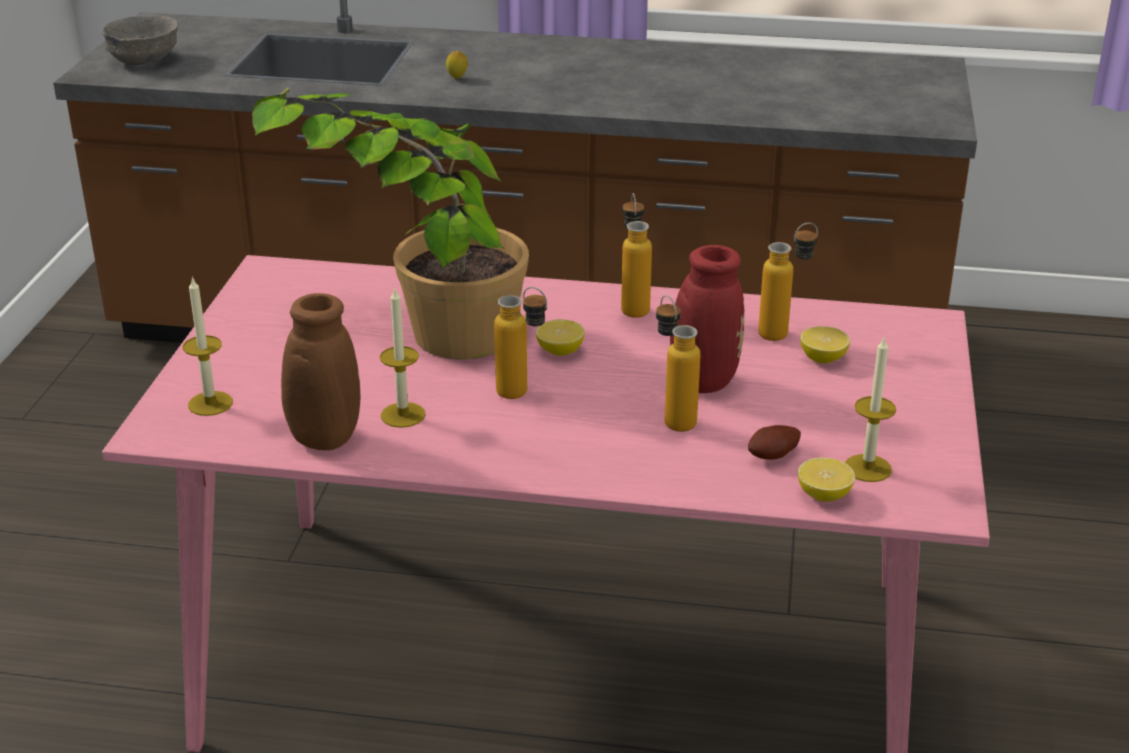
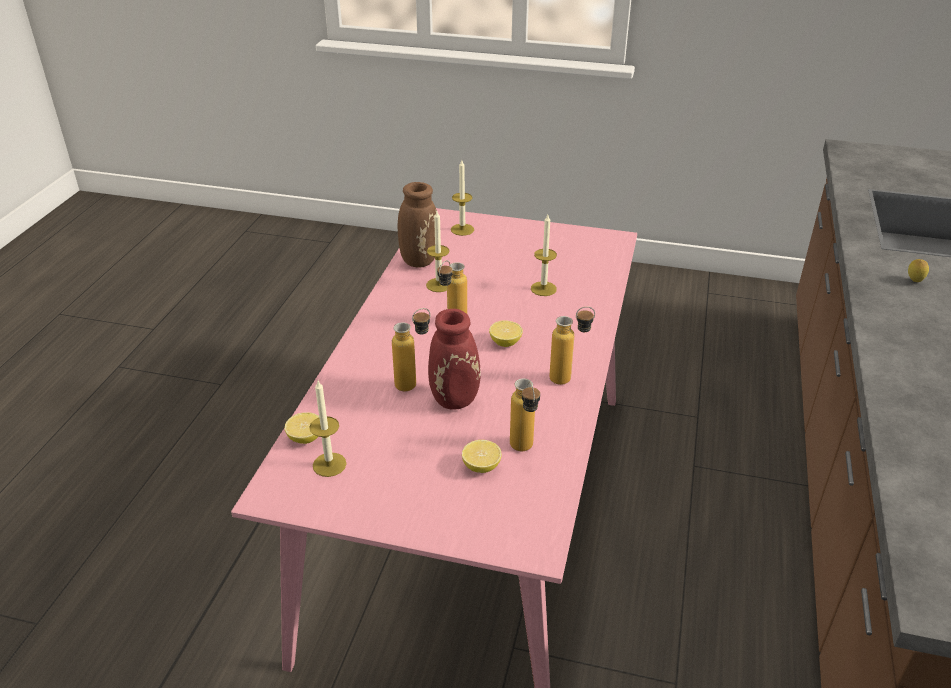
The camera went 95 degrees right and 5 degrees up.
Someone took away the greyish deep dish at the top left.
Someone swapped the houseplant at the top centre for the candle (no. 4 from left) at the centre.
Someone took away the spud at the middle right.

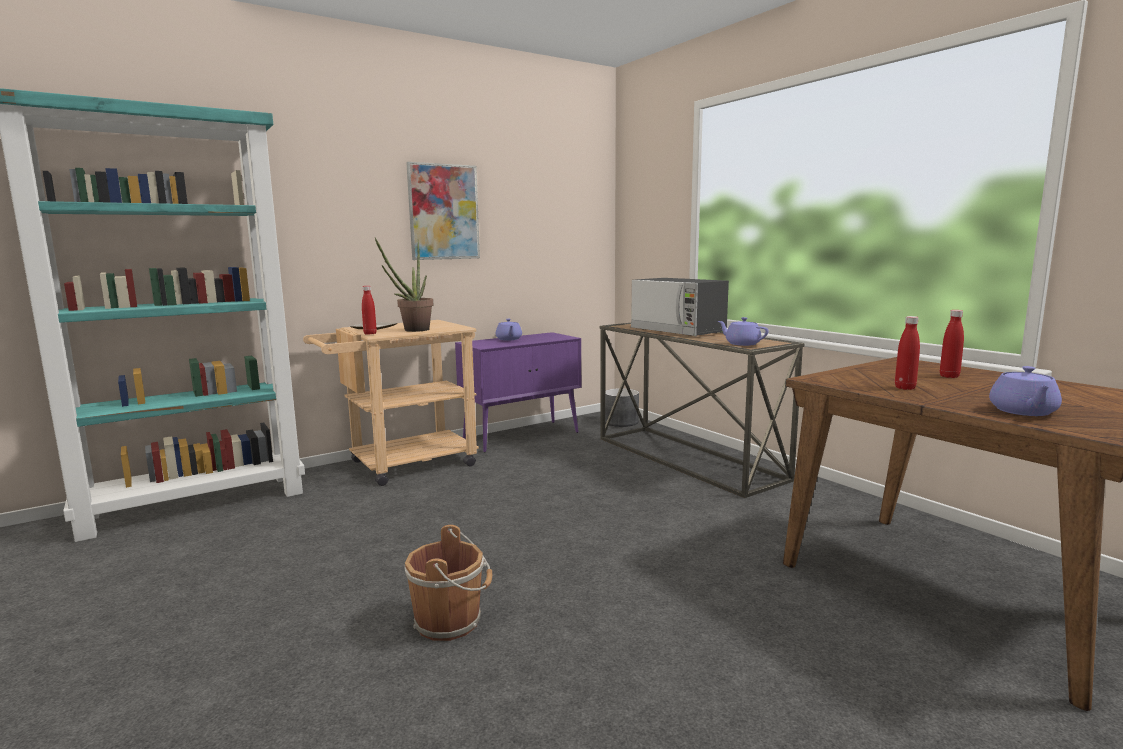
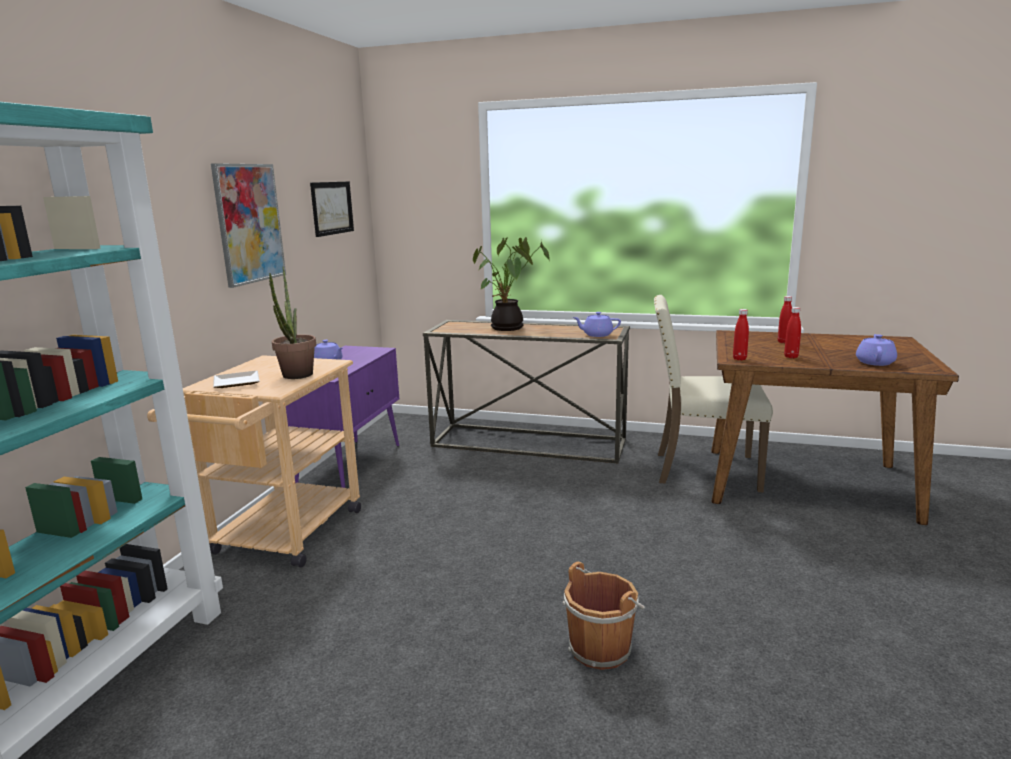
The camera went 40 degrees left and 5 degrees up.
Someone carried the red drink bottle (no. 1 from left) from the middle left to the middle right.
Someone took away the greyish flower pot at the centre.
Someone swapped the microwave oven at the centre for the houseplant (no. 2 from left) at the centre.
Someone rotated the purple-coloured tea pot (no. 3 from left) at the middle right by 135 degrees counterclockwise.
Someone put up the wall art (no. 2 from left) at the top left.
Someone put down the beige chair at the middle right.

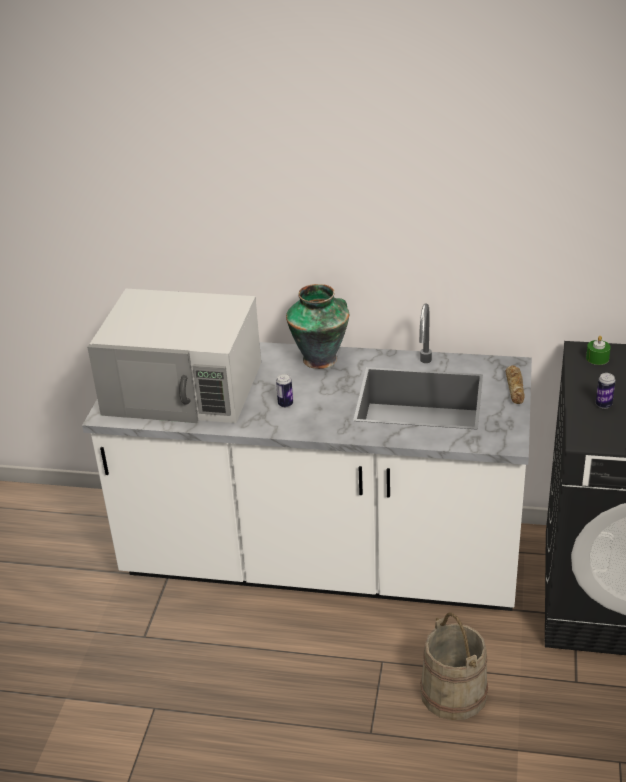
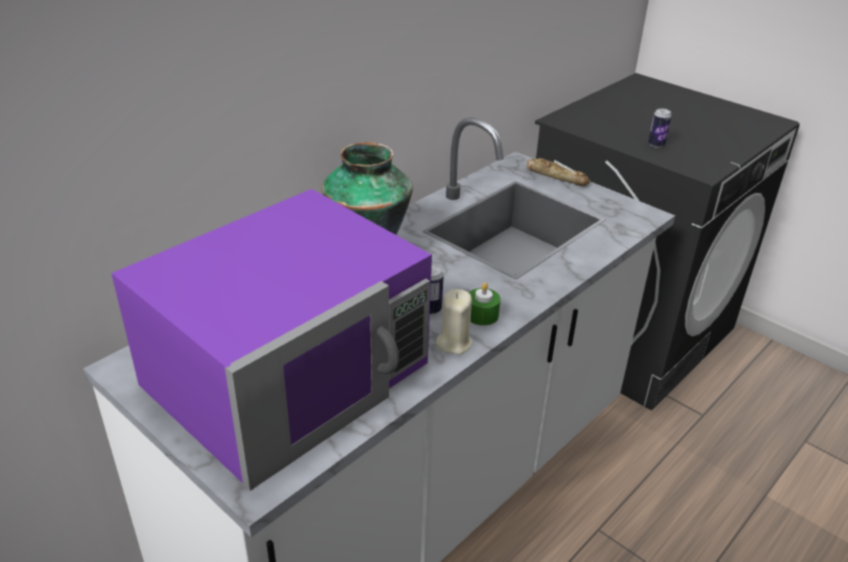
The camera went 60 degrees left and 0 degrees up.
Someone repainted the white-coloured microwave oven at the middle left, which became the purple-coloured microwave oven at the middle left.
Someone took away the beige pail at the bottom right.
Someone carried the greenish candle from the middle right to the centre.
Someone put down the beige candle at the centre.

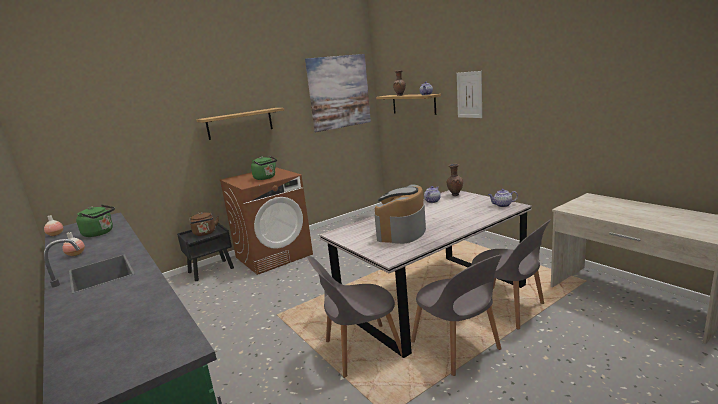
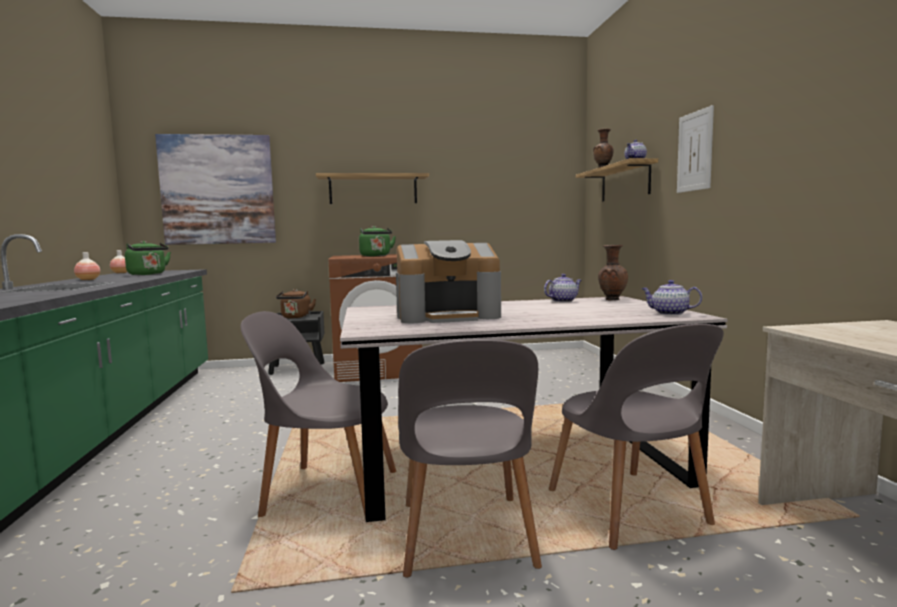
The camera went 25 degrees right and 10 degrees down.
Someone carried the wall art (no. 1 from left) from the top centre to the top left.
Someone rotated the coffee maker at the centre by 150 degrees counterclockwise.

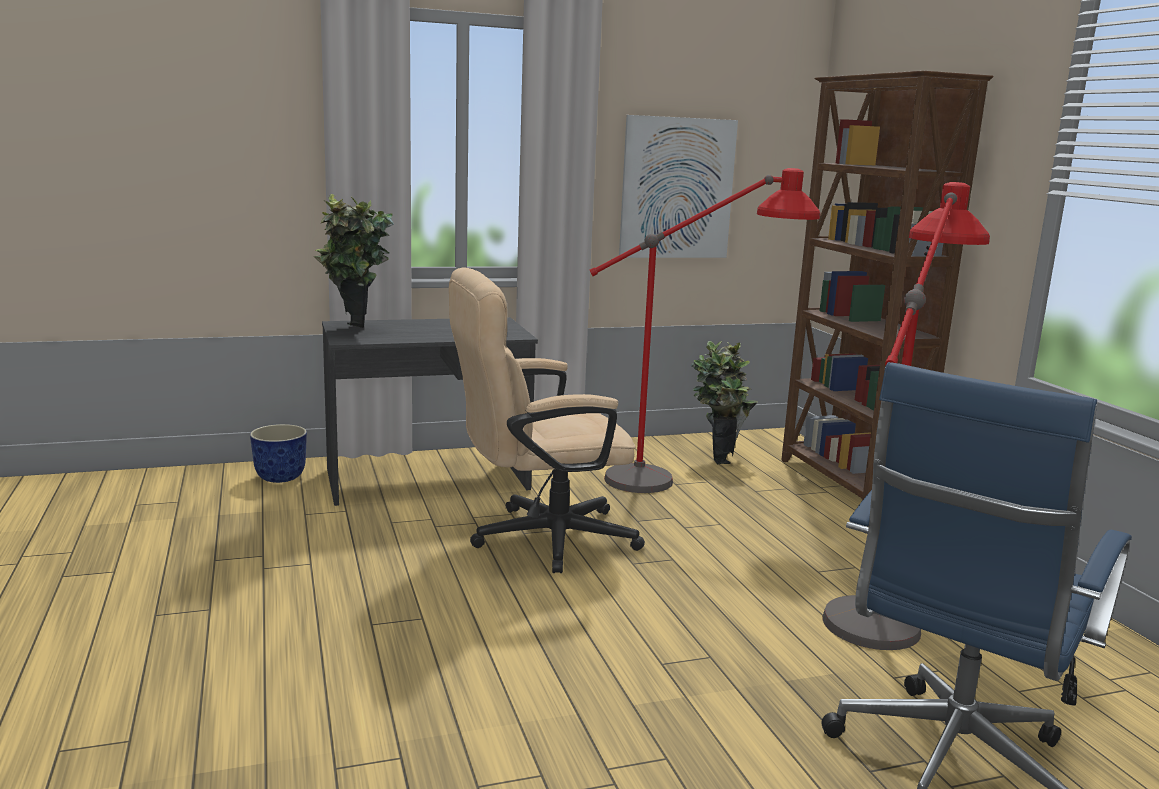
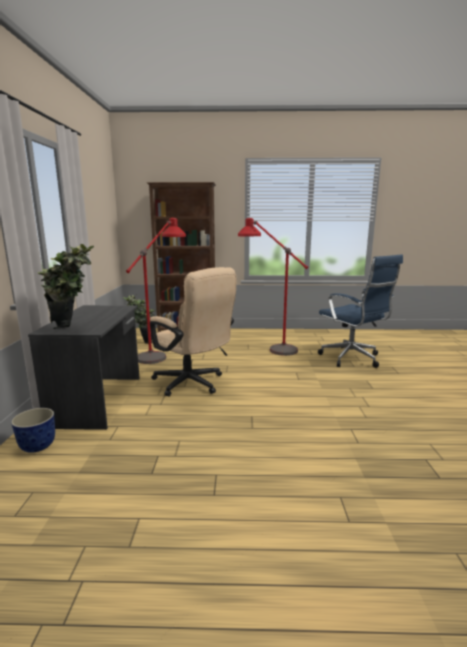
The camera went 70 degrees left and 0 degrees up.
Someone rotated the beige desk chair at the centre by 45 degrees counterclockwise.
Someone took away the wall art at the top centre.

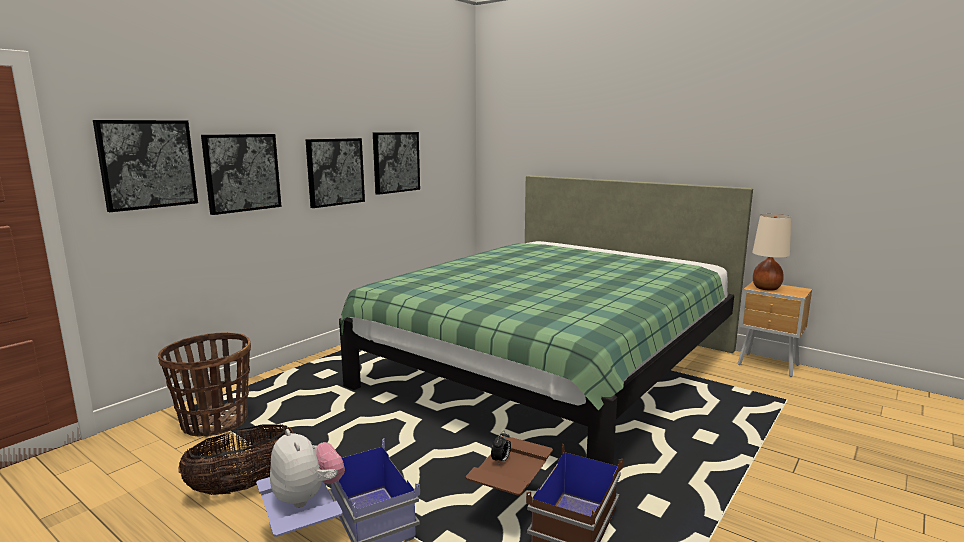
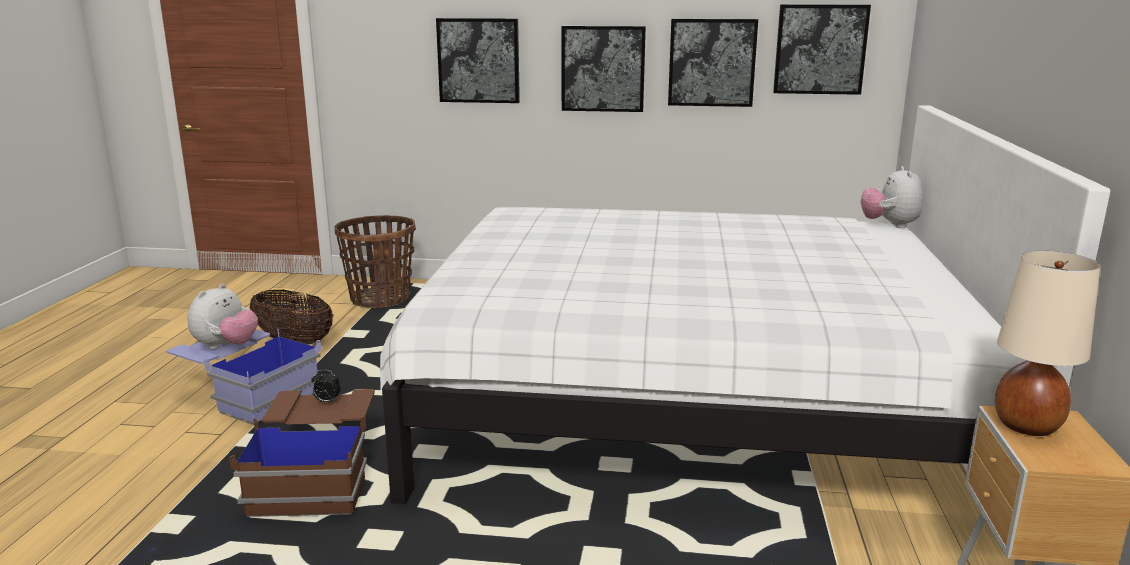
The camera went 60 degrees right and 5 degrees up.
Someone carried the wall art (no. 1 from left in the first image) from the top left to the top right.
Someone repainted the greenish sleeping bed at the centre, which became the white-coloured sleeping bed at the centre.
Someone put down the plush toy (no. 2 from left) at the middle right.

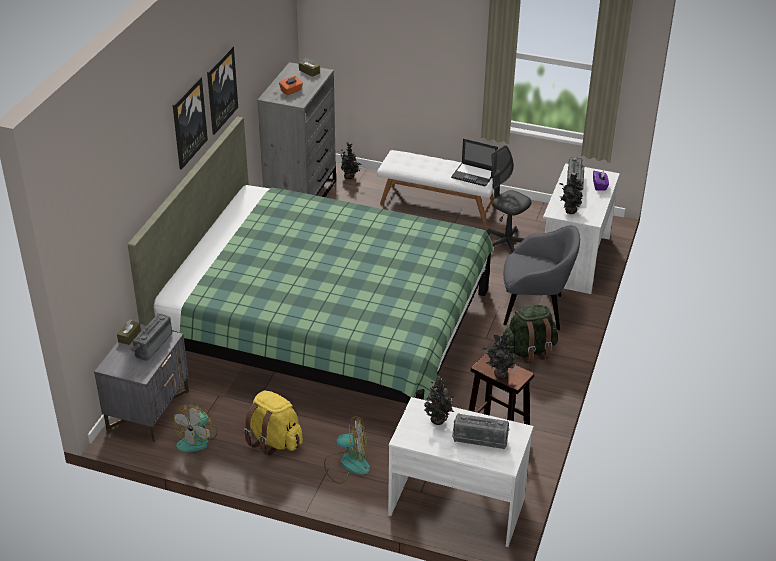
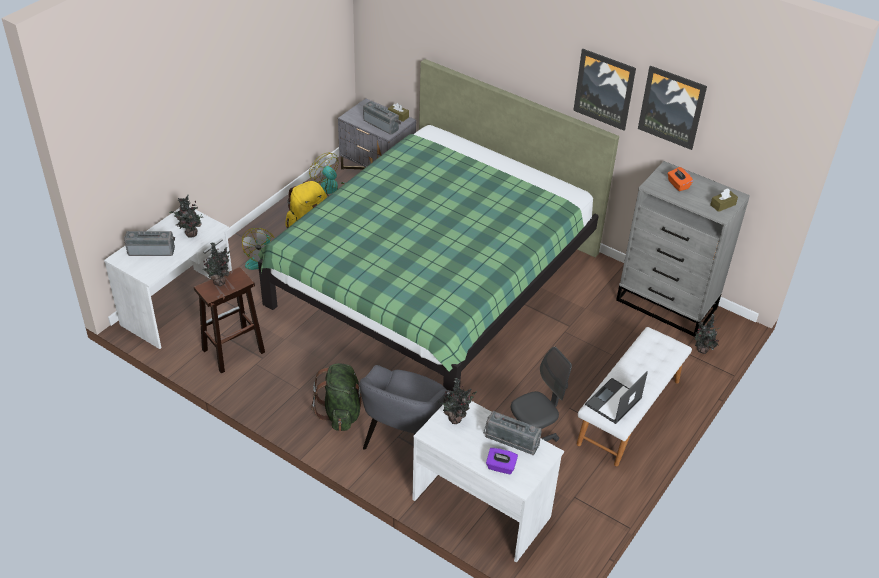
The camera went 105 degrees right and 5 degrees up.
Someone carried the wall art (no. 1 from left in the first image) from the top left to the top right.
Someone rotated the radio set (no. 2 from left in the first image) at the bottom centre by 60 degrees clockwise.

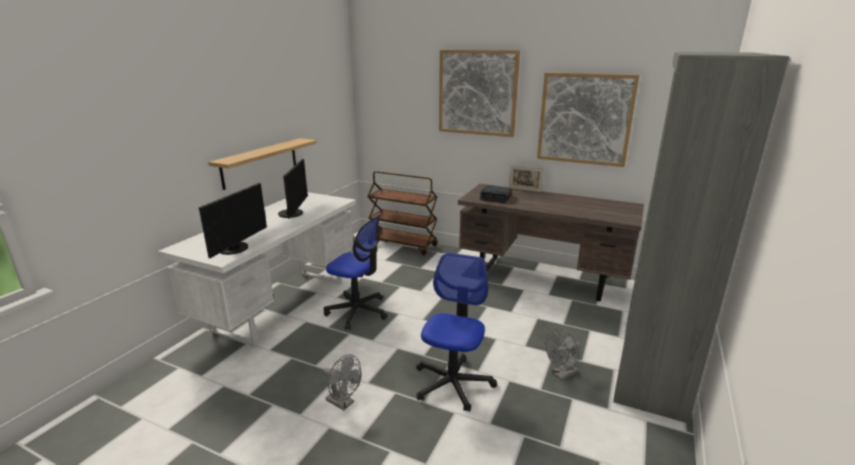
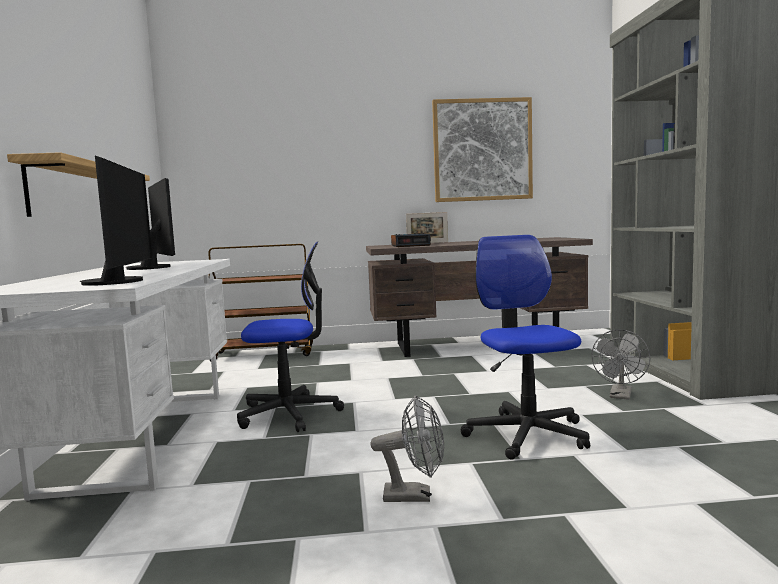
The camera went 30 degrees left and 15 degrees down.
Someone took away the wall art (no. 1 from left) at the top centre.

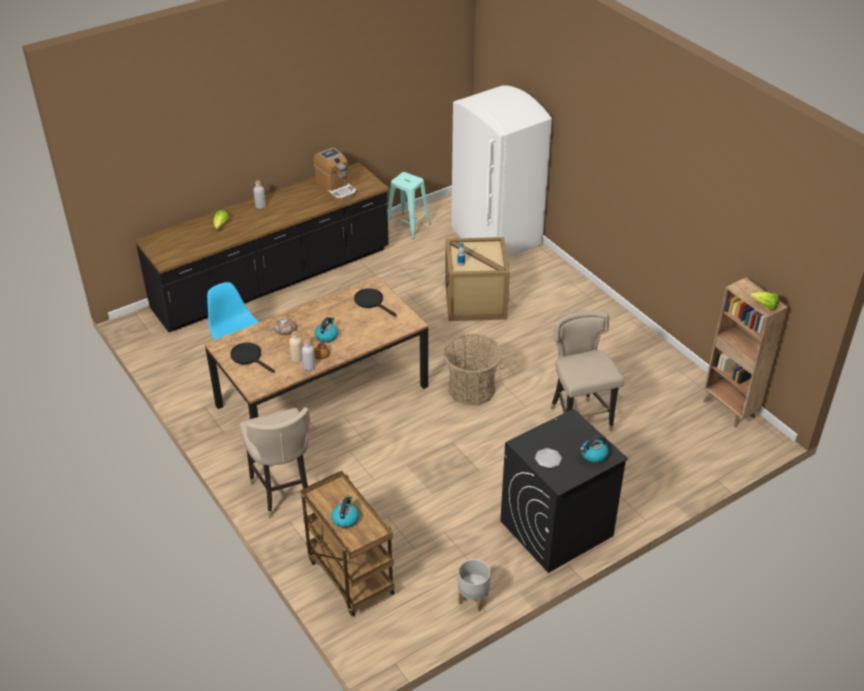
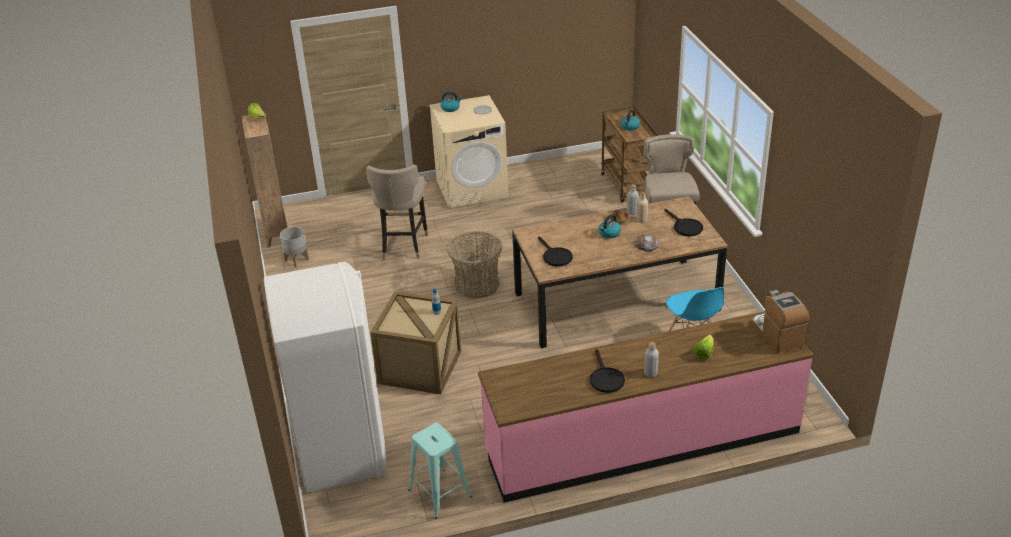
The camera went 160 degrees left and 5 degrees down.
Someone repainted the black-coloured kitchen counter at the middle left, which became the pinkish kitchen counter at the bottom centre.
Someone carried the coffee maker from the top centre to the middle right.
Someone carried the greyish flower pot from the bottom centre to the middle left.
Someone repainted the black-coloured washing machine at the bottom centre, which became the beige washing machine at the top centre.
Someone put down the black-coloured frying pan (no. 2 from left) at the bottom centre.

